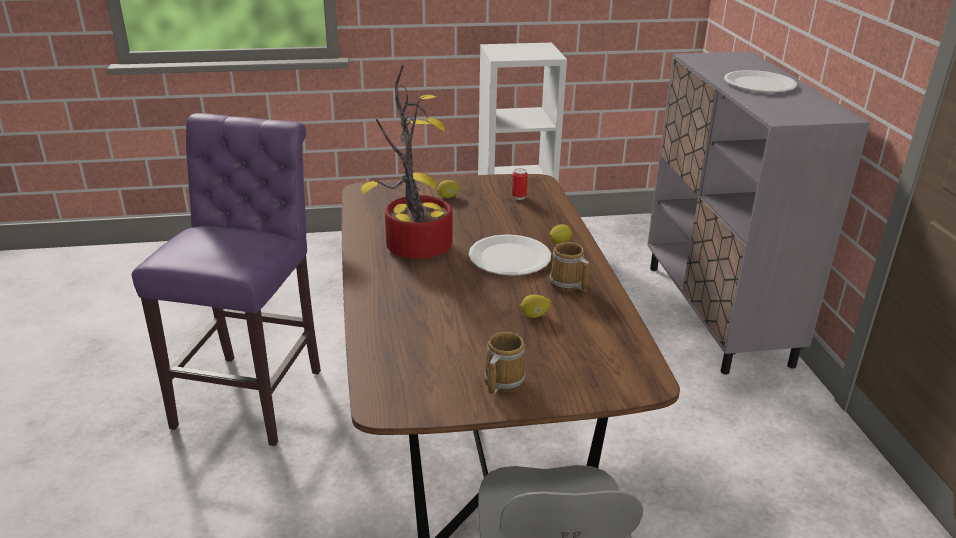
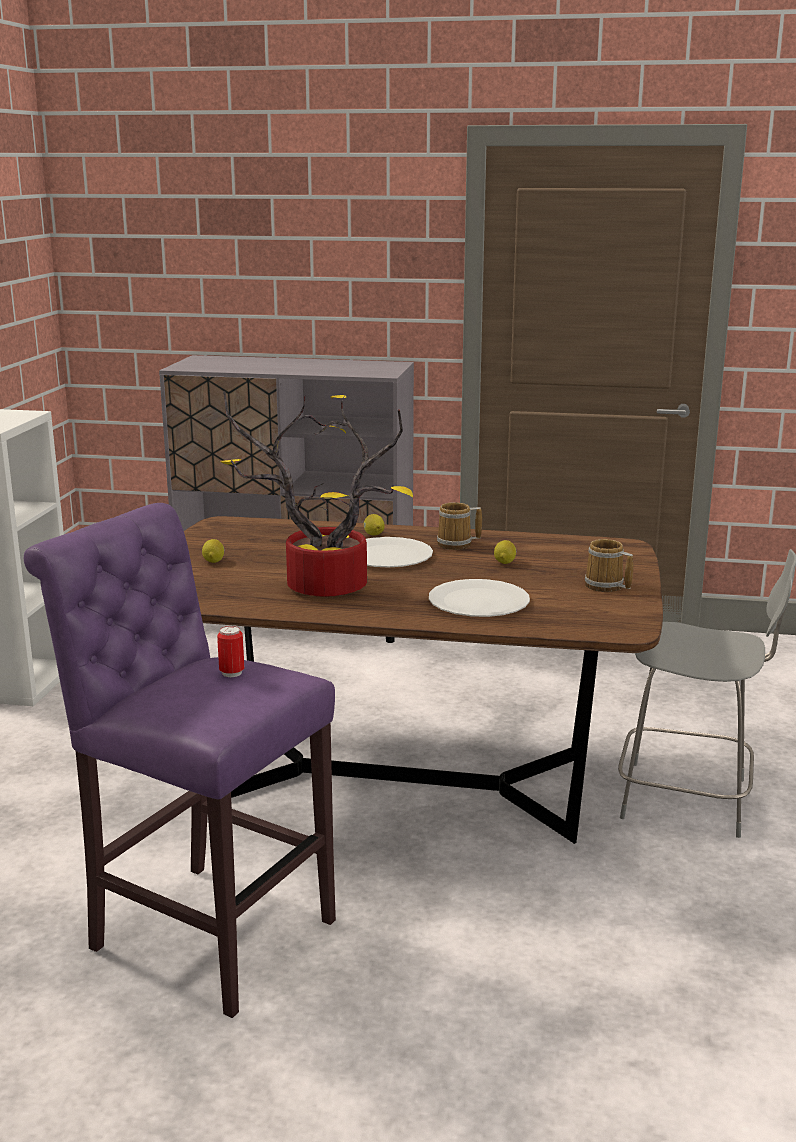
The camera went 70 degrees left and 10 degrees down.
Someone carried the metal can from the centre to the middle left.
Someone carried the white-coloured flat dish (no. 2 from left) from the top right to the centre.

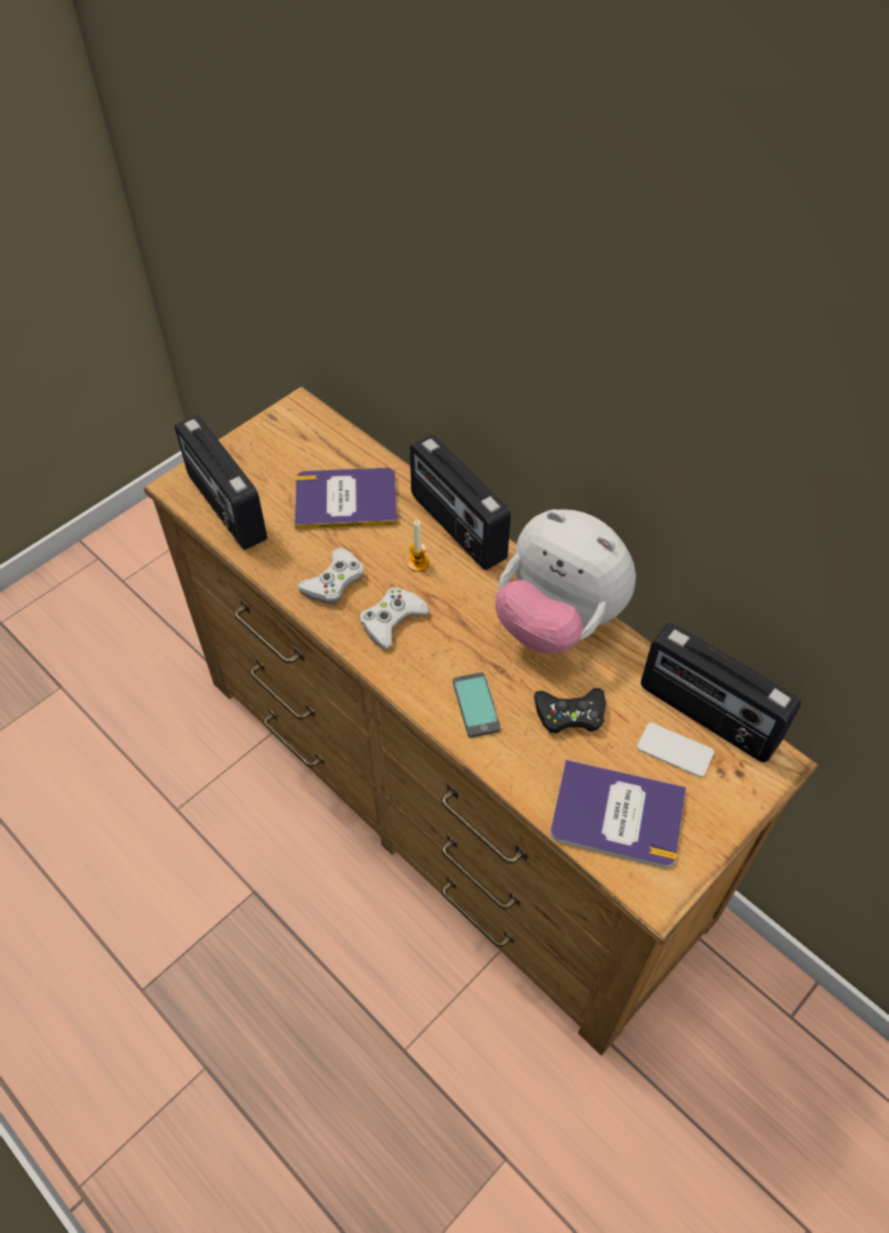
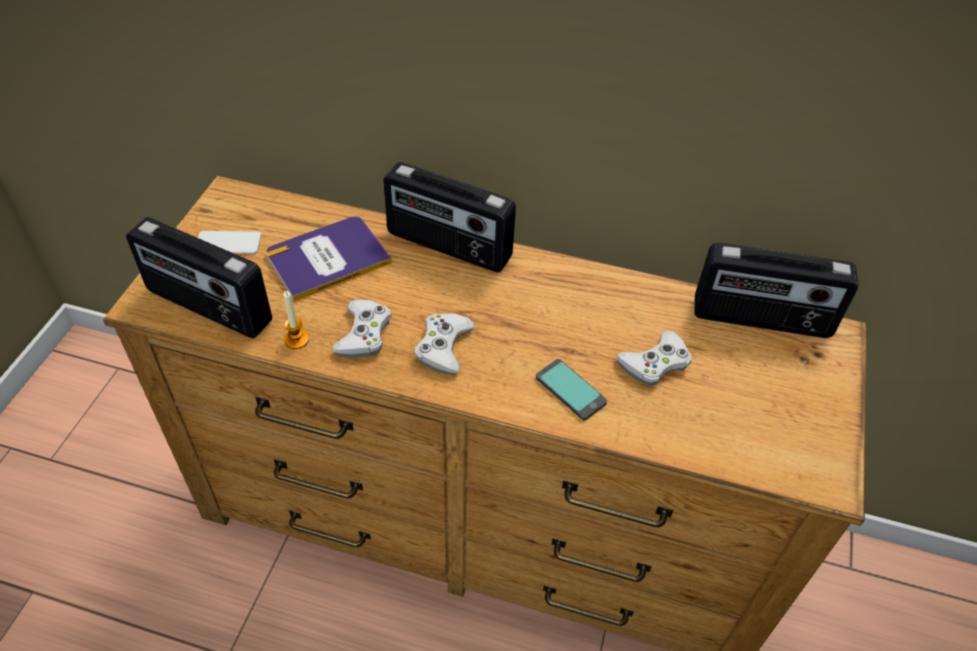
The camera went 30 degrees left and 5 degrees down.
Someone carried the candle from the centre to the middle left.
Someone took away the plush toy at the centre.
Someone repainted the black-coloured game controller at the centre, which became the white-coloured game controller (no. 3 from left) at the middle right.
Someone took away the bound book (no. 2 from left) at the middle right.
Someone carried the telephone (no. 2 from left in the first image) from the middle right to the middle left.

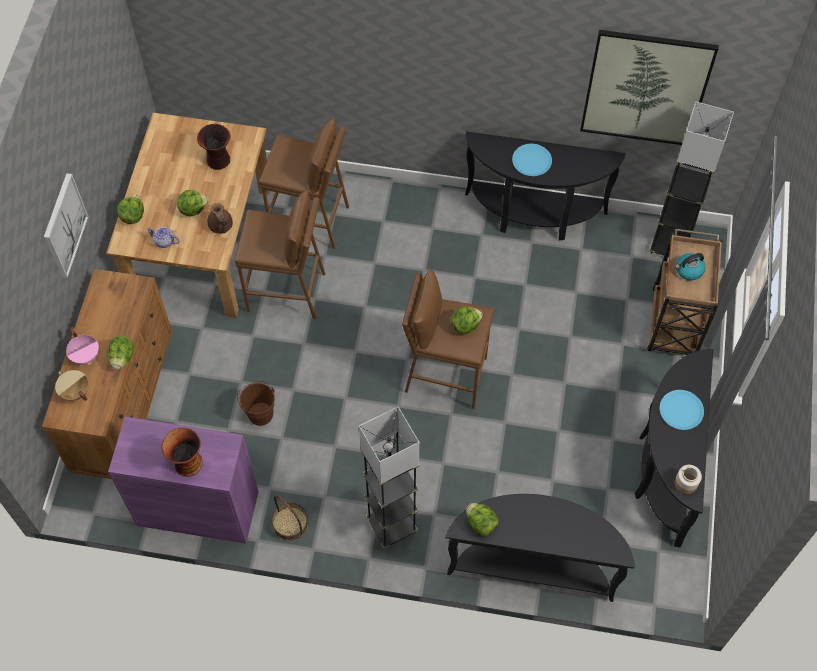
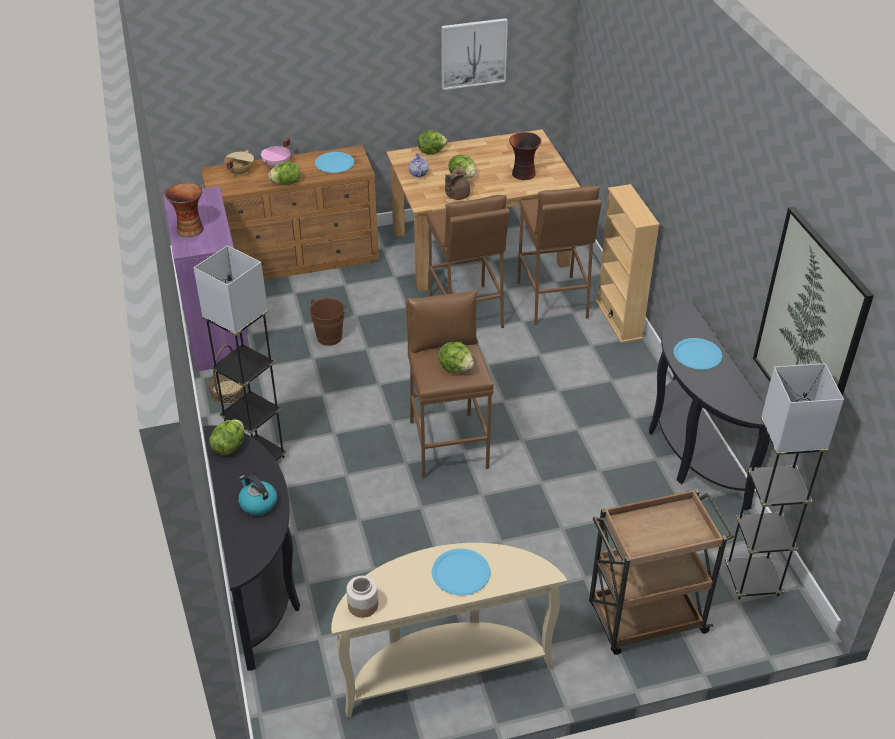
The camera went 65 degrees right and 20 degrees down.
Someone carried the wall art (no. 1 from left) from the middle left to the top centre.
Someone repainted the black-coloured console table (no. 3 from left) at the bottom right, which became the beige console table at the bottom centre.
Someone carried the tea kettle from the middle right to the bottom left.
Someone put down the blue flat dish (no. 1 from left) at the top centre.
Someone put down the beige bookcase at the middle right.

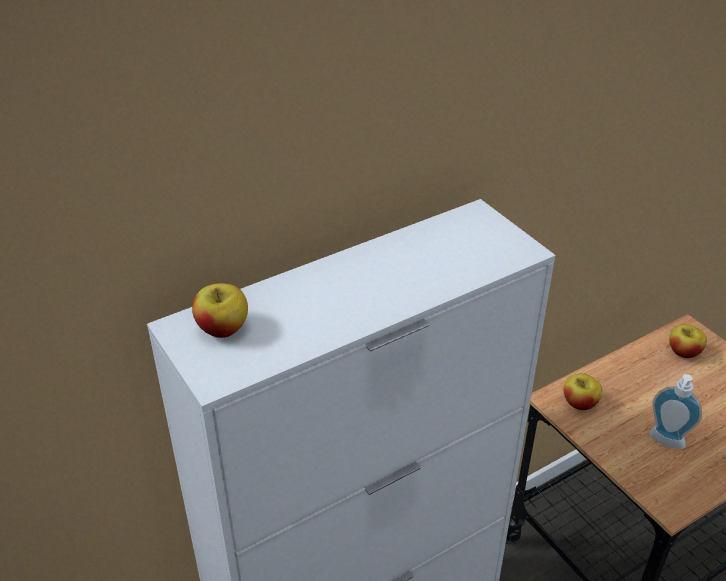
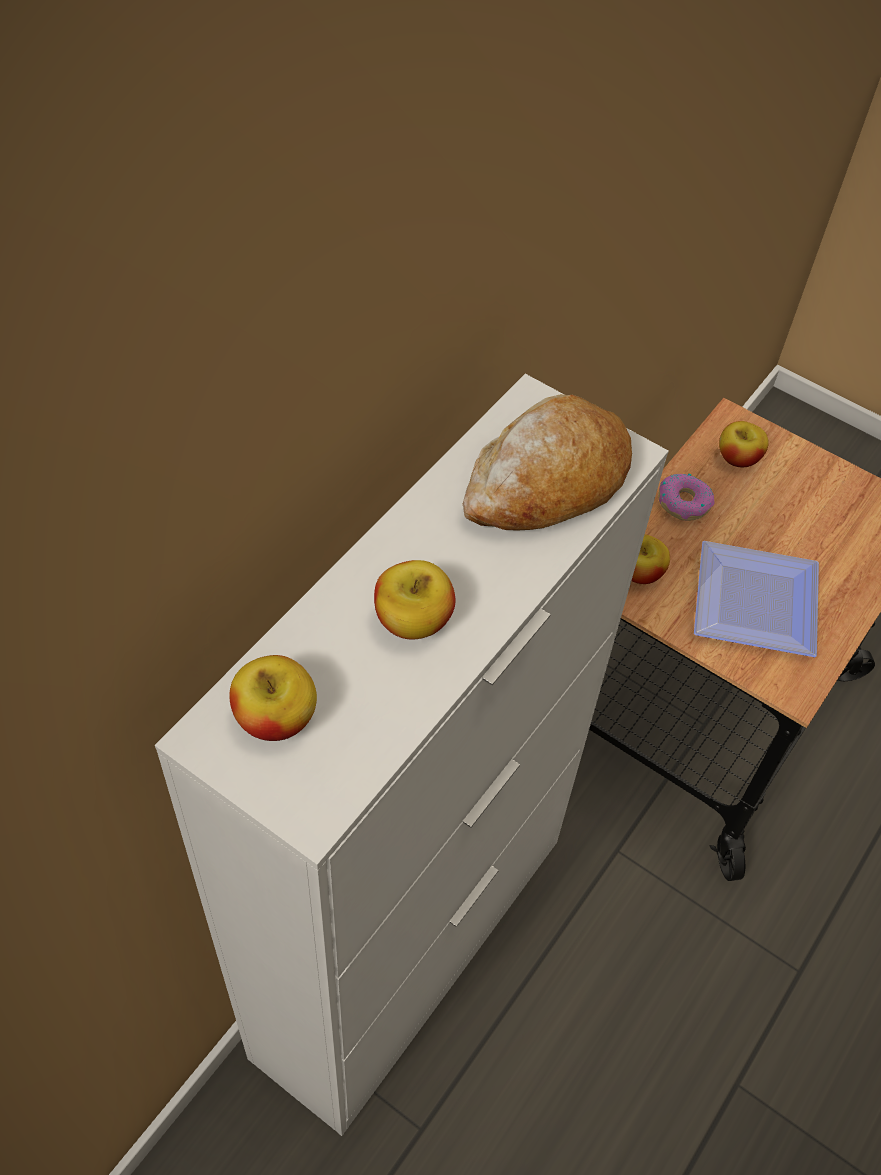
The camera went 25 degrees left and 15 degrees up.
Someone swapped the liquid soap bottle at the bottom right for the flat dish at the middle right.
Someone put down the whole apple (no. 2 from left) at the centre.
Someone put down the bakery bread at the centre.
Someone put down the ring doughnut at the middle right.

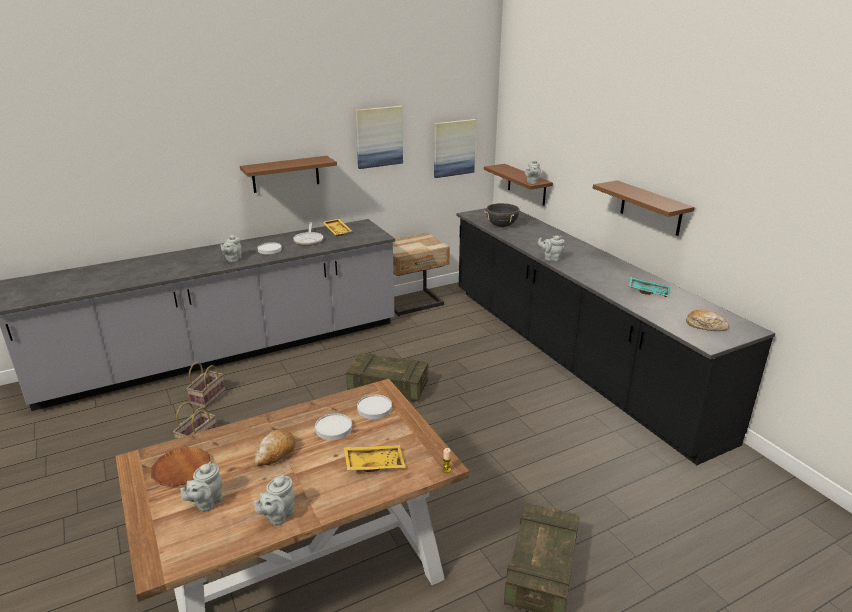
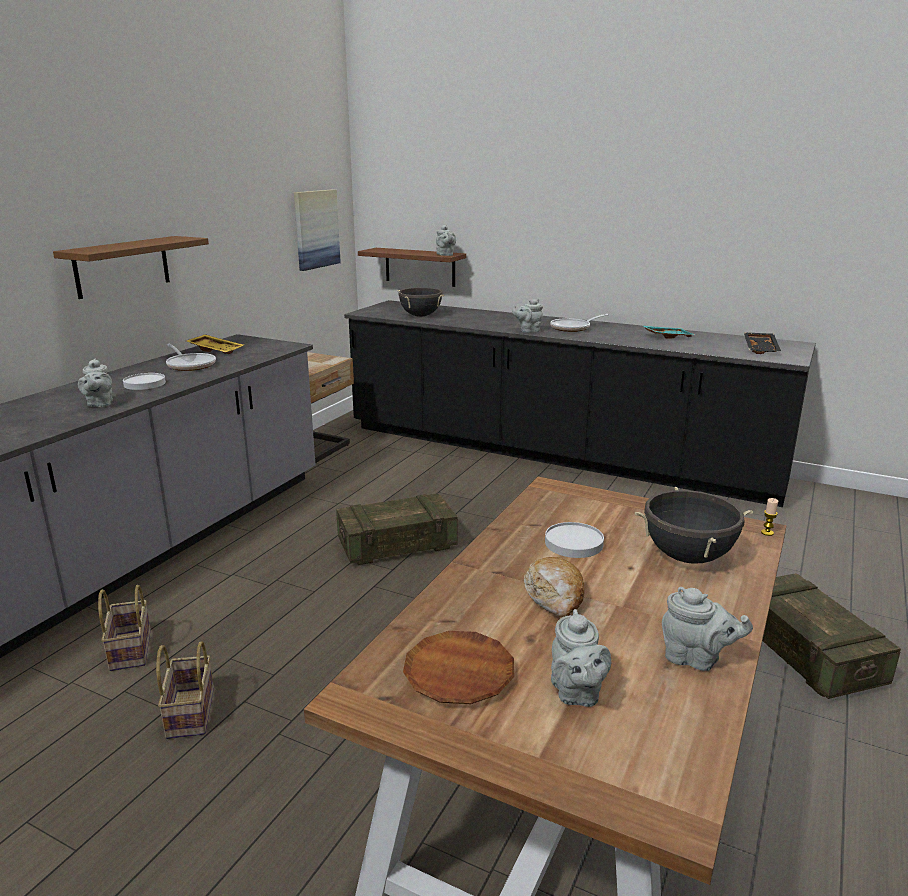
The camera went 35 degrees left and 5 degrees down.
Someone rotated the greyish tea pot (no. 3 from left in the first image) at the bottom left by 60 degrees counterclockwise.
Someone swapped the yellow carrying tray (no. 2 from left) at the bottom centre for the black-coloured stockpot (no. 2 from left) at the middle right.
Someone took away the wall art (no. 1 from left) at the top centre.
Someone took away the white-coloured flat dish (no. 3 from left) at the centre.
Someone took away the brown shelf (no. 3 from left) at the middle right.
Someone swapped the bakery bread (no. 2 from left) at the middle right for the black-coloured carrying tray at the middle right.
Someone put down the frying pan (no. 2 from left) at the centre.

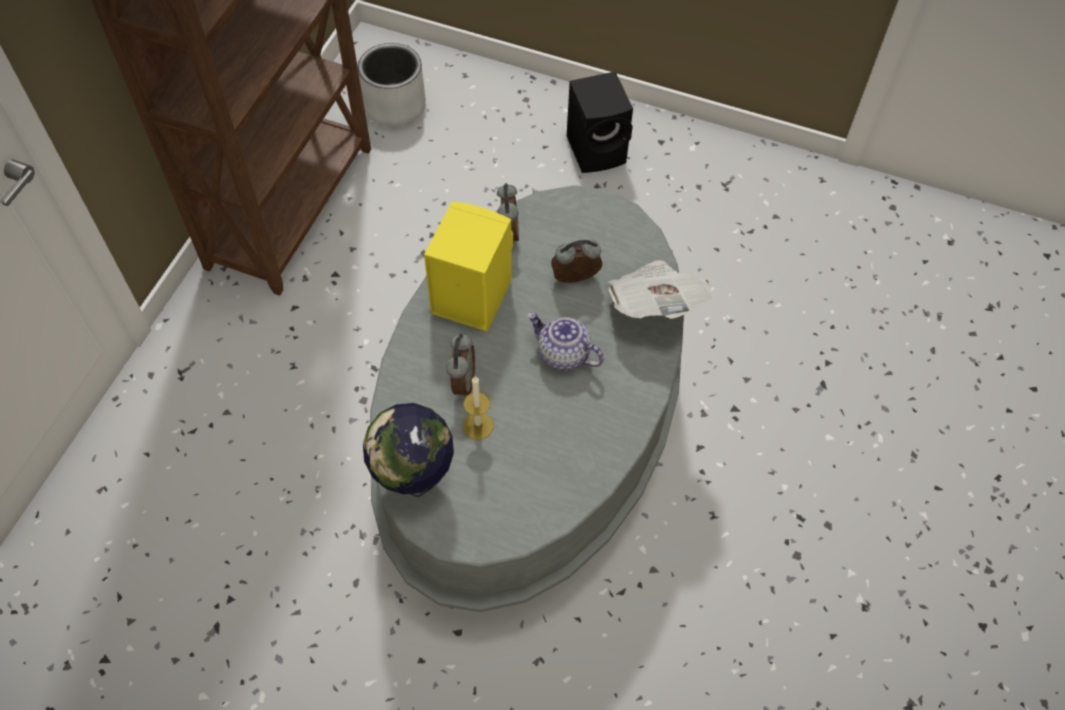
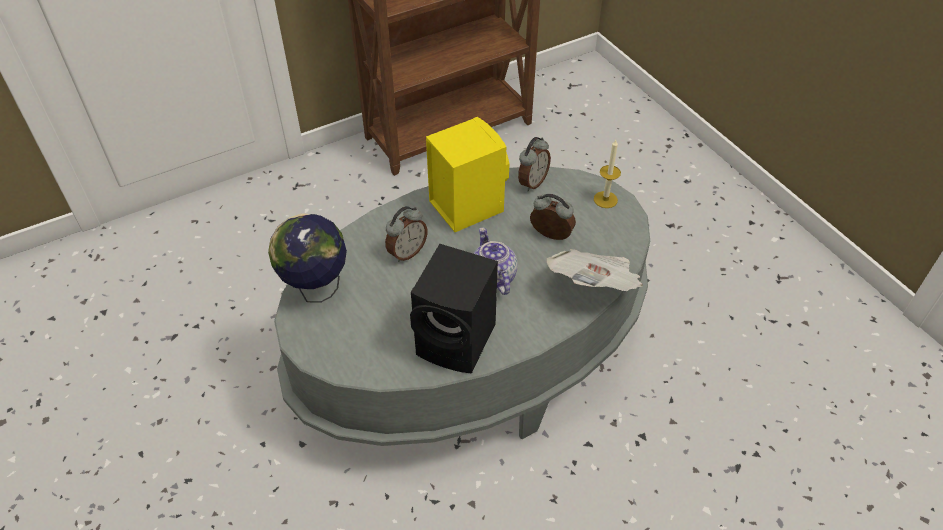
The camera went 40 degrees right and 10 degrees down.
Someone took away the greyish flower pot at the top centre.
Someone carried the candle from the centre to the top centre.
Someone carried the black-coloured loudspeaker from the top centre to the centre.

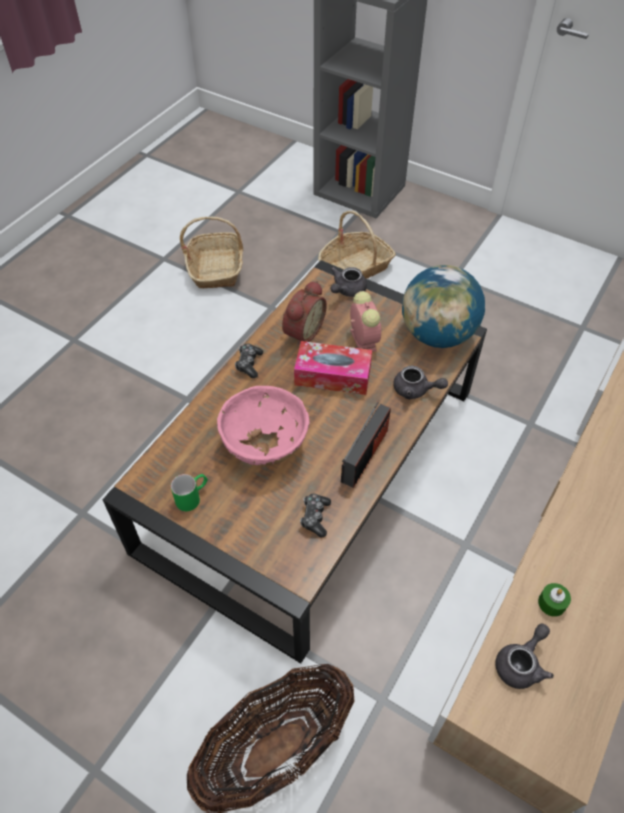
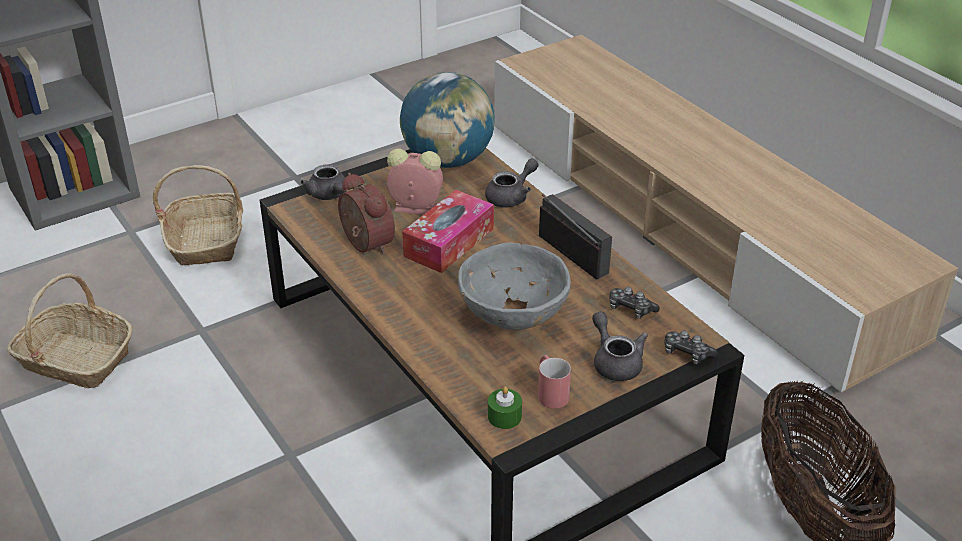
The camera went 65 degrees left and 15 degrees down.
Someone repainted the greenish coffee mug at the middle left, which became the red coffee mug at the bottom centre.
Someone repainted the pinkish deep dish at the centre, which became the greyish deep dish at the centre.
Someone carried the game controller (no. 1 from left in the first image) from the centre to the middle right.
Someone carried the greyish tea pot (no. 3 from left) from the bottom right to the centre.
Someone carried the greenish candle from the bottom right to the bottom centre.

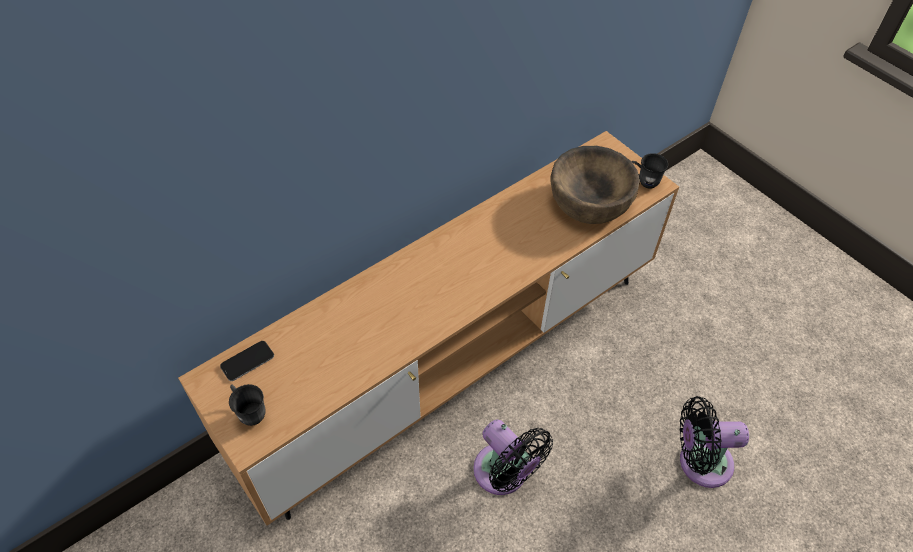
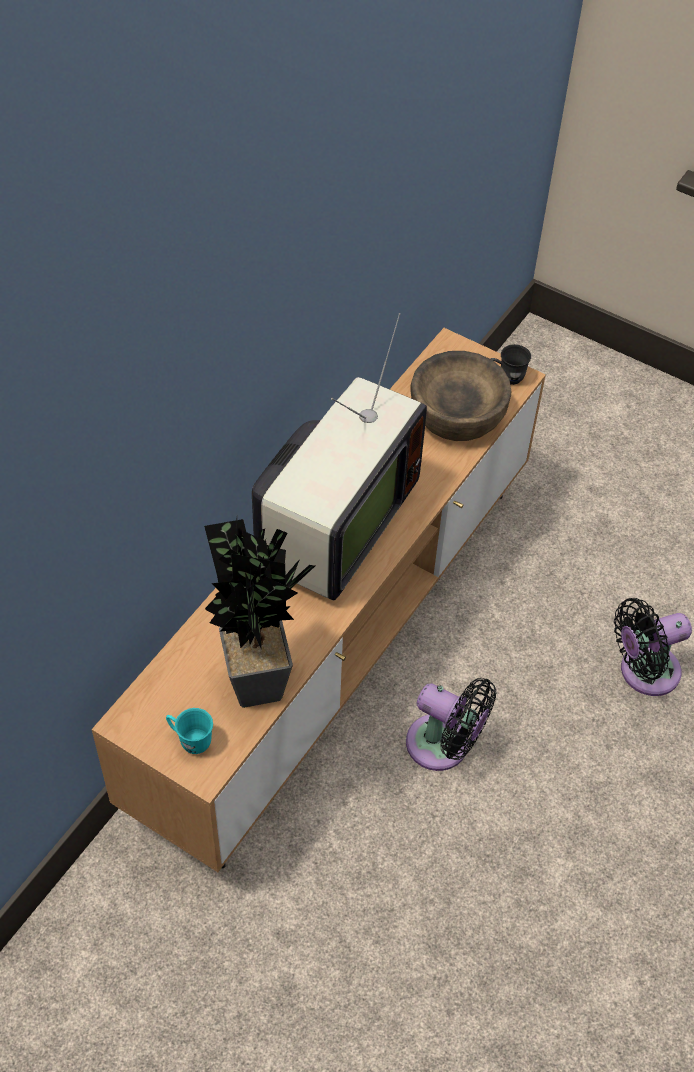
The camera went 20 degrees left and 0 degrees up.
Someone took away the telephone at the middle left.
Someone repainted the greyish coffee mug (no. 1 from left) at the bottom left, which became the turquoise coffee mug at the bottom left.
Someone put down the houseplant at the centre.
Someone put down the TV set at the centre.

